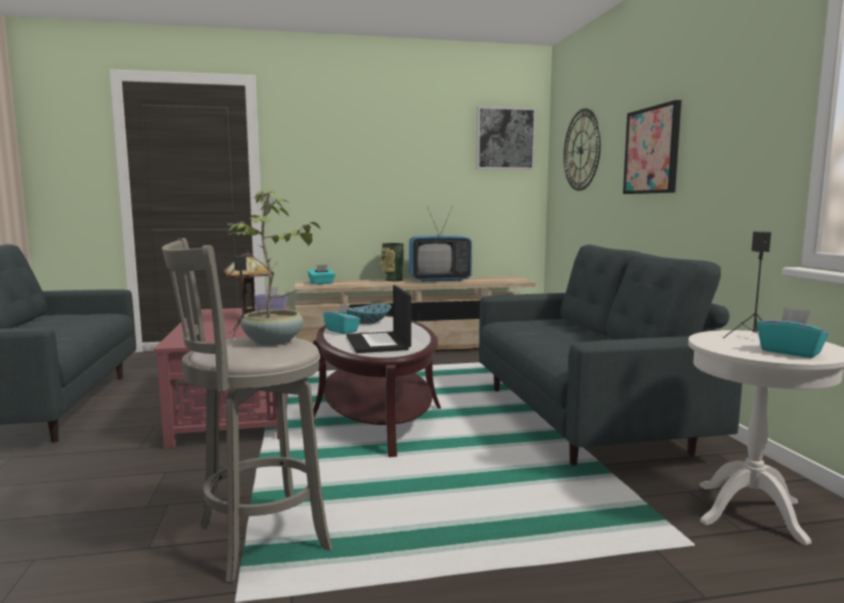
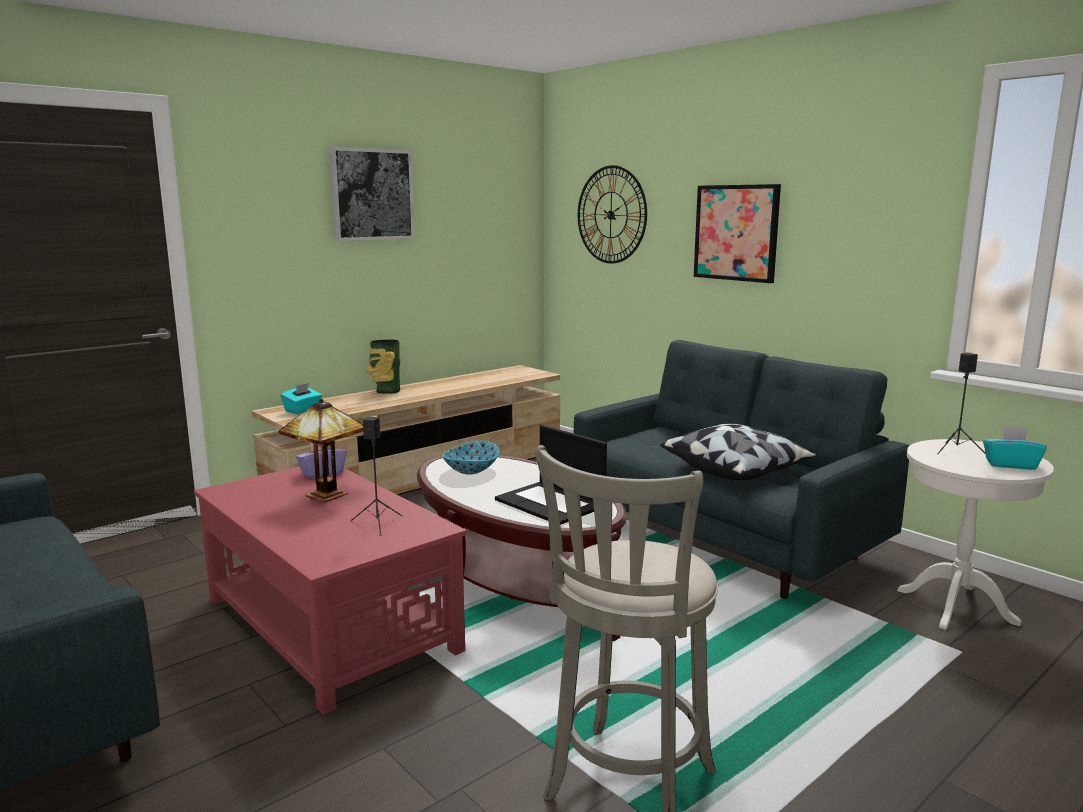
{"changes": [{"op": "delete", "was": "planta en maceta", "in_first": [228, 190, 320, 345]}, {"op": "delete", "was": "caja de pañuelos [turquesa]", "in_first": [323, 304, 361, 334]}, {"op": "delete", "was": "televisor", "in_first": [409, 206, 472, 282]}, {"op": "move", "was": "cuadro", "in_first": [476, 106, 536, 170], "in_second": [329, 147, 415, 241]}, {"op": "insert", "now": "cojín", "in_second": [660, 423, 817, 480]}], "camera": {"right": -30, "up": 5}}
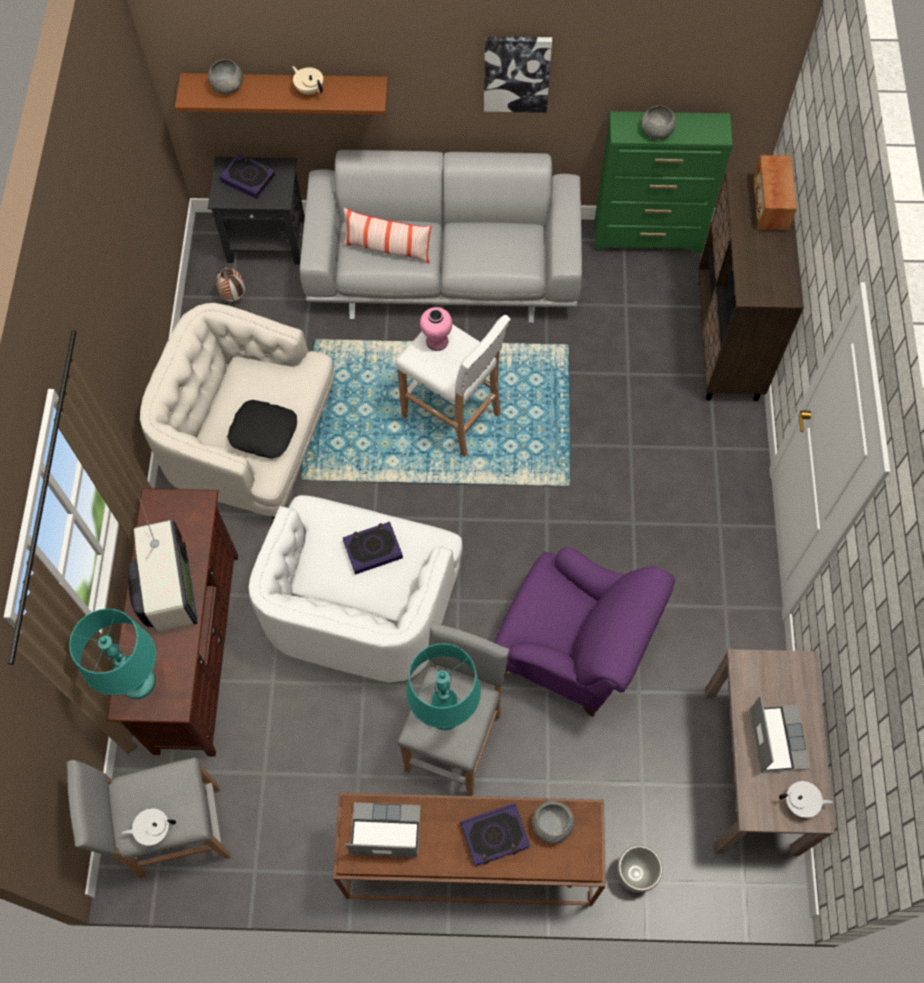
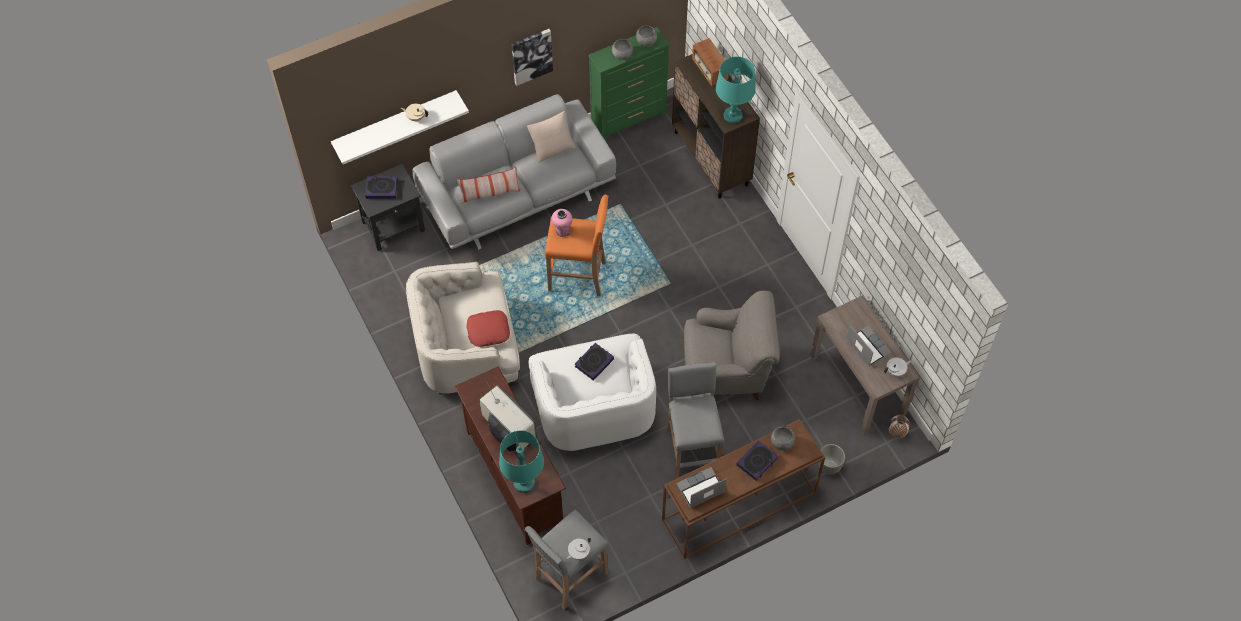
{"changes": [{"op": "recolor", "was": "estante [marrón]", "now": "estante [blanco]", "in_first": [175, 73, 388, 115], "in_second": [331, 90, 469, 164]}, {"op": "move", "was": "cuenco [gris]", "in_first": [208, 59, 243, 94], "in_second": [636, 26, 657, 47]}, {"op": "move", "was": "florero", "in_first": [216, 267, 245, 302], "in_second": [888, 415, 911, 438]}, {"op": "recolor", "was": "cojín [negro]", "now": "cojín [rojo]", "in_first": [227, 400, 297, 459], "in_second": [466, 310, 510, 347]}, {"op": "recolor", "was": "taburete [blanco]", "now": "taburete [naranja]", "in_first": [395, 315, 511, 457], "in_second": [545, 195, 609, 296]}, {"op": "move", "was": "lámpara de mesa [turquesa]", "in_first": [406, 643, 481, 730], "in_second": [716, 57, 756, 123]}, {"op": "recolor", "was": "sillón [morado]", "now": "sillón [gris]", "in_first": [494, 547, 675, 717], "in_second": [684, 291, 780, 400]}, {"op": "insert", "now": "cojín [beis]", "in_second": [527, 111, 576, 163]}], "camera": {"right": -30, "up": -5}}
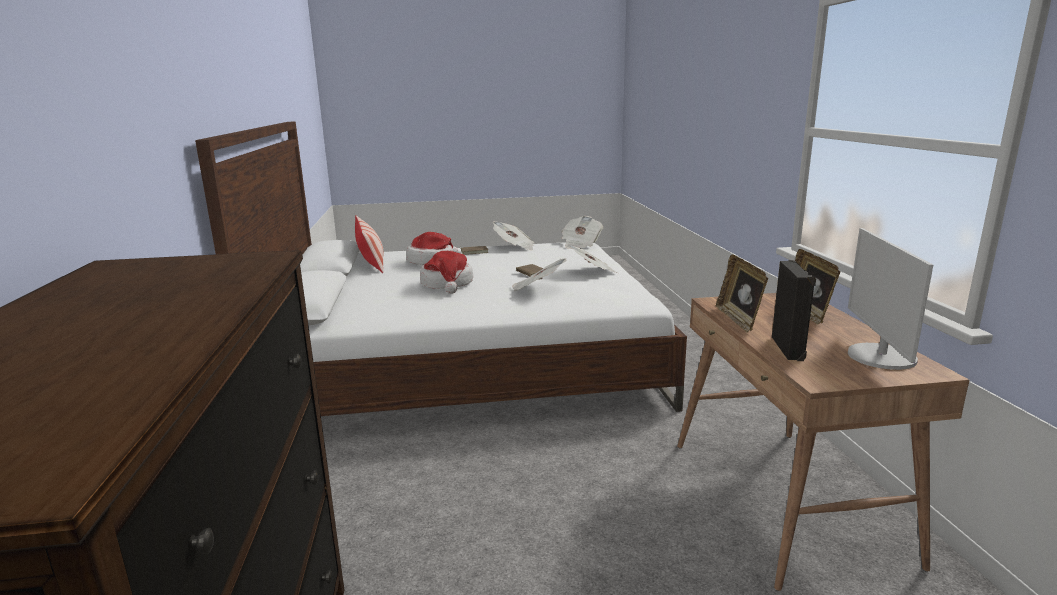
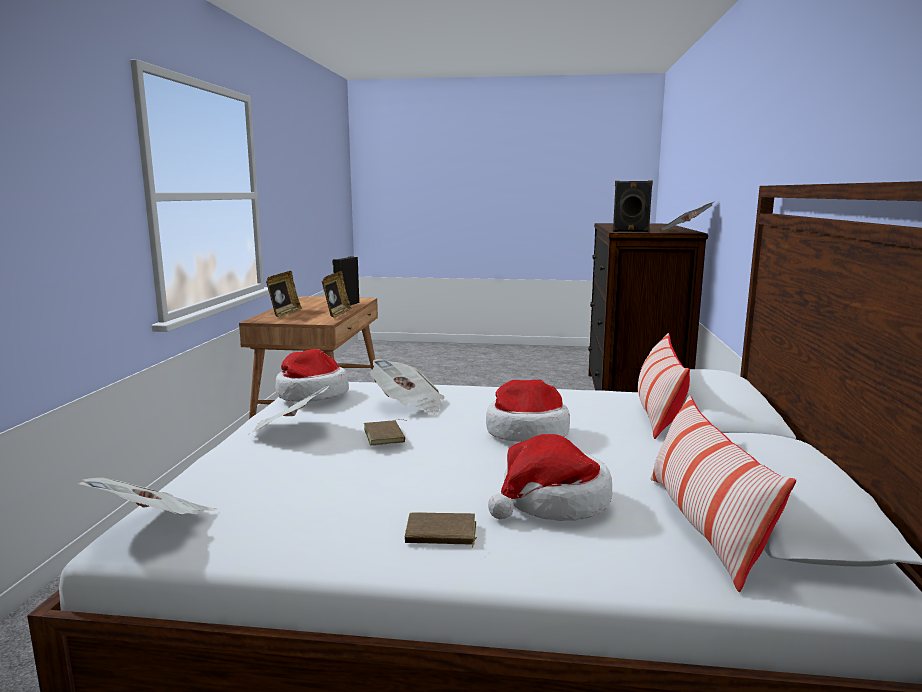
{"changes": [{"op": "move", "was": "periódico", "in_first": [493, 221, 534, 250], "in_second": [661, 201, 715, 231]}, {"op": "delete", "was": "monitor", "in_first": [848, 228, 933, 370]}, {"op": "insert", "now": "sombrero", "in_second": [276, 349, 349, 402]}, {"op": "insert", "now": "altavoz [negro]", "in_second": [612, 181, 653, 232]}, {"op": "insert", "now": "cojín", "in_second": [638, 333, 690, 439]}], "camera": {"right": -165, "up": -5}}
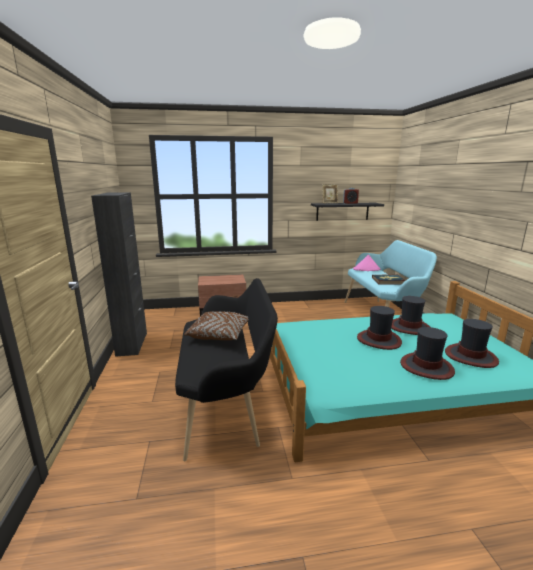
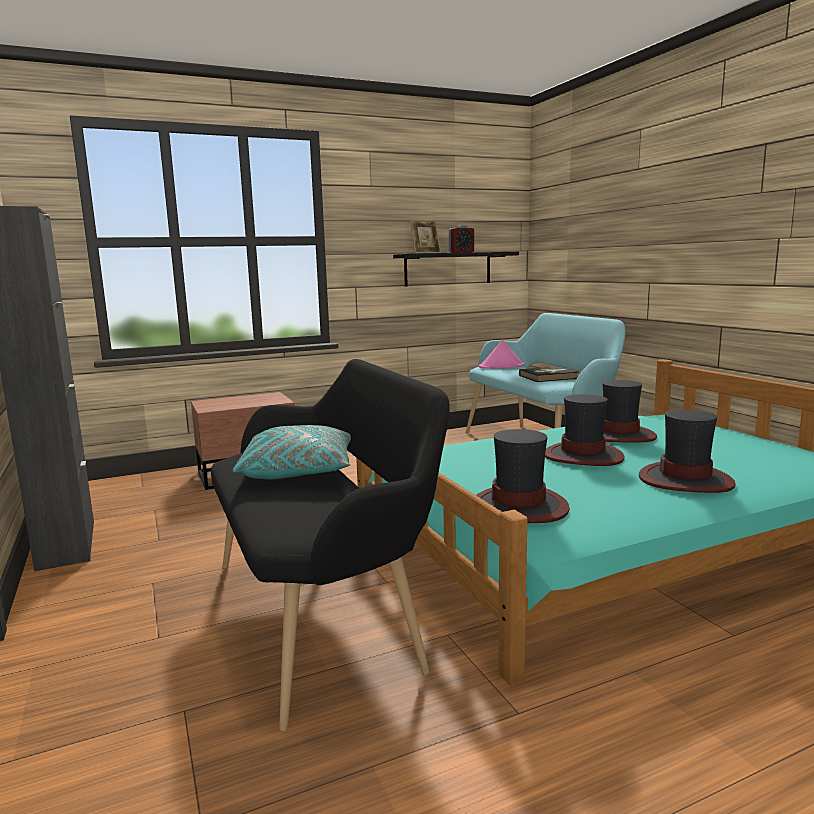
{"changes": [{"op": "recolor", "was": "cojín [marrón]", "now": "cojín [turquesa]", "in_first": [184, 311, 248, 340], "in_second": [233, 425, 351, 480]}, {"op": "move", "was": "sombrero", "in_first": [445, 319, 499, 368], "in_second": [476, 429, 570, 523]}], "camera": {"right": -15, "up": -5}}
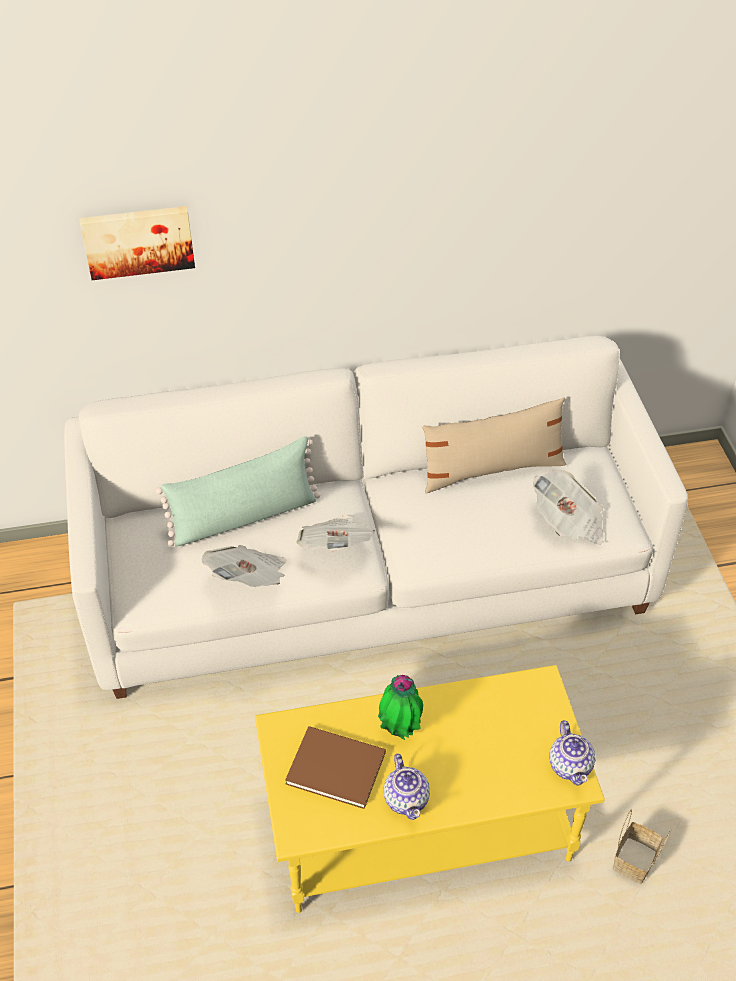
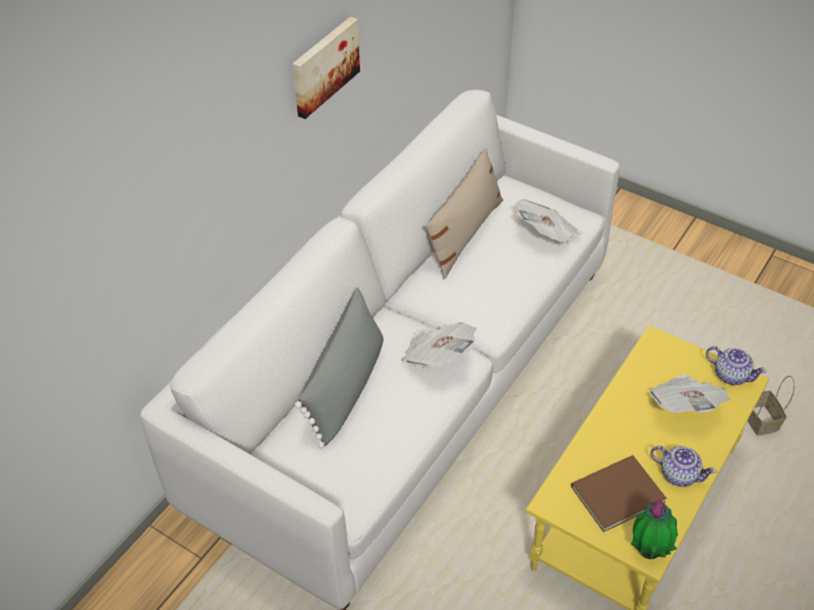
{"changes": [{"op": "move", "was": "cuadro", "in_first": [80, 206, 195, 280], "in_second": [292, 17, 360, 119]}, {"op": "recolor", "was": "cojín [verde]", "now": "cojín [gris]", "in_first": [156, 436, 321, 547], "in_second": [295, 287, 383, 449]}, {"op": "move", "was": "periódico", "in_first": [202, 545, 287, 587], "in_second": [649, 374, 730, 413]}, {"op": "move", "was": "planta en maceta", "in_first": [378, 675, 423, 740], "in_second": [631, 501, 678, 559]}], "camera": {"right": -45, "up": 0}}
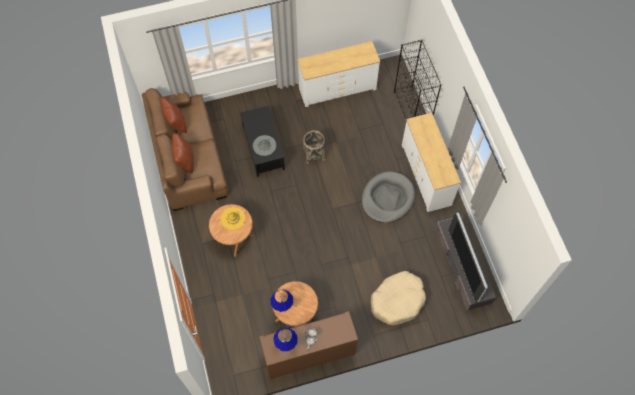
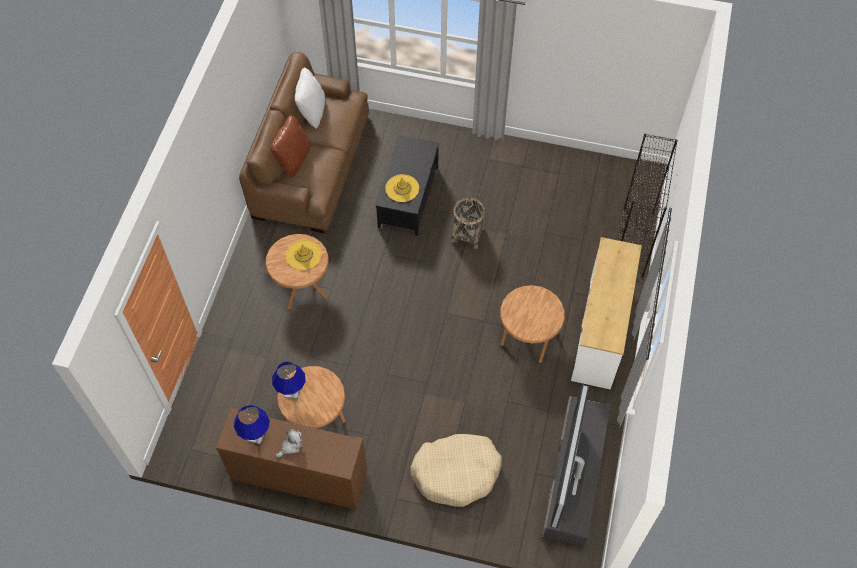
{"changes": [{"op": "recolor", "was": "cojín [marrón]", "now": "cojín [blanco]", "in_first": [160, 98, 187, 133], "in_second": [295, 67, 325, 129]}, {"op": "recolor", "was": "sombrero [gris]", "now": "sombrero [amarillo]", "in_first": [253, 135, 276, 156], "in_second": [385, 174, 419, 202]}, {"op": "delete", "was": "cómoda [blanco]", "in_first": [297, 41, 380, 107]}, {"op": "replace", "was": "cama para perro [gris]", "now": "mesa auxiliar [marrón]", "in_first": [362, 171, 415, 223], "in_second": [500, 285, 565, 363]}], "camera": {"right": 30, "up": -5}}
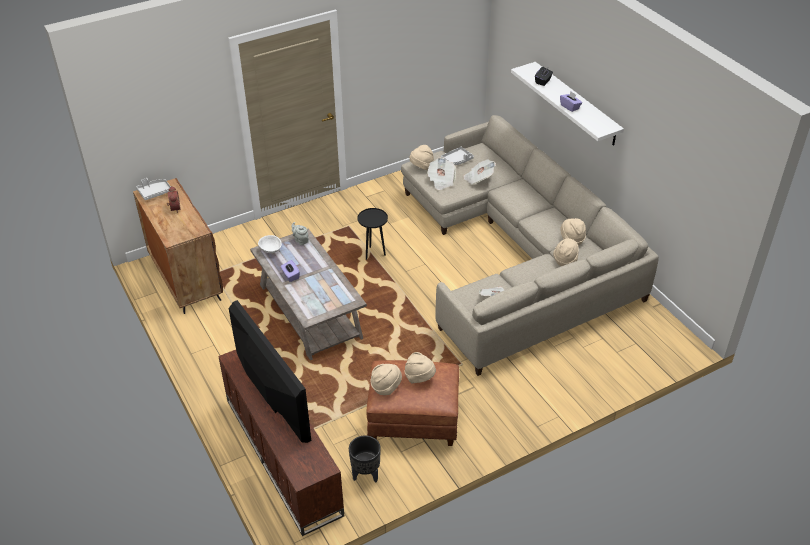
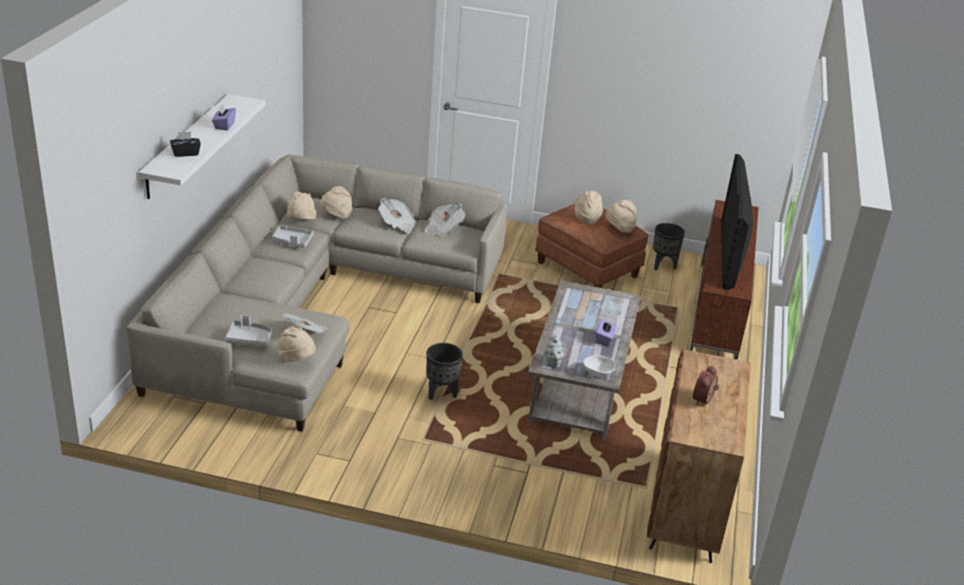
{"changes": [{"op": "move", "was": "bandeja [gris]", "in_first": [136, 178, 171, 200], "in_second": [272, 225, 314, 248]}, {"op": "replace", "was": "mesa auxiliar [negro]", "now": "maceta [negro]", "in_first": [357, 208, 388, 260], "in_second": [426, 343, 463, 400]}, {"op": "move", "was": "periódico", "in_first": [463, 159, 496, 185], "in_second": [378, 198, 417, 234]}], "camera": {"right": -140, "up": -10}}
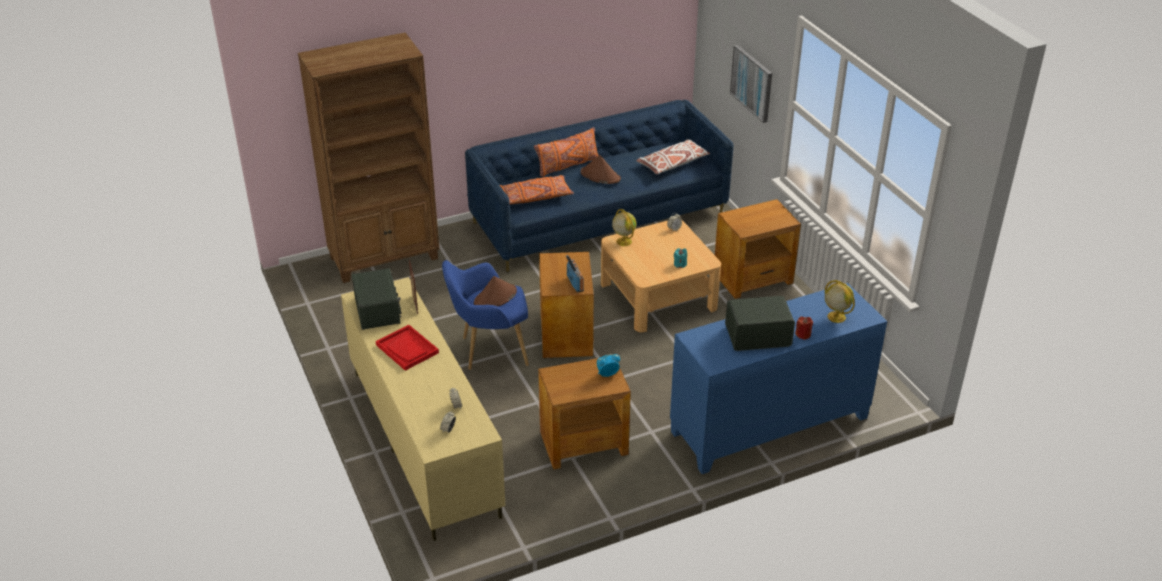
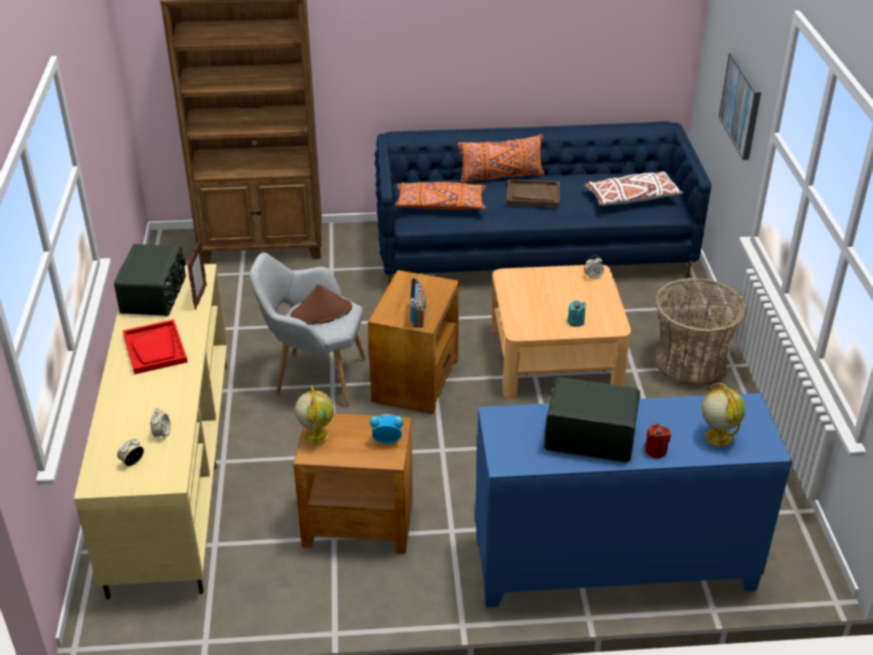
{"changes": [{"op": "recolor", "was": "sillón [azul]", "now": "sillón [gris]", "in_first": [442, 260, 529, 370], "in_second": [249, 253, 366, 407]}, {"op": "replace", "was": "sombrero [marrón]", "now": "bandeja [marrón]", "in_first": [581, 155, 621, 184], "in_second": [506, 179, 560, 207]}, {"op": "move", "was": "globo terráqueo", "in_first": [612, 209, 636, 246], "in_second": [295, 386, 334, 445]}, {"op": "replace", "was": "mesa auxiliar [marrón]", "now": "cesta", "in_first": [715, 199, 801, 299], "in_second": [655, 278, 747, 387]}], "camera": {"right": 20, "up": 0}}
